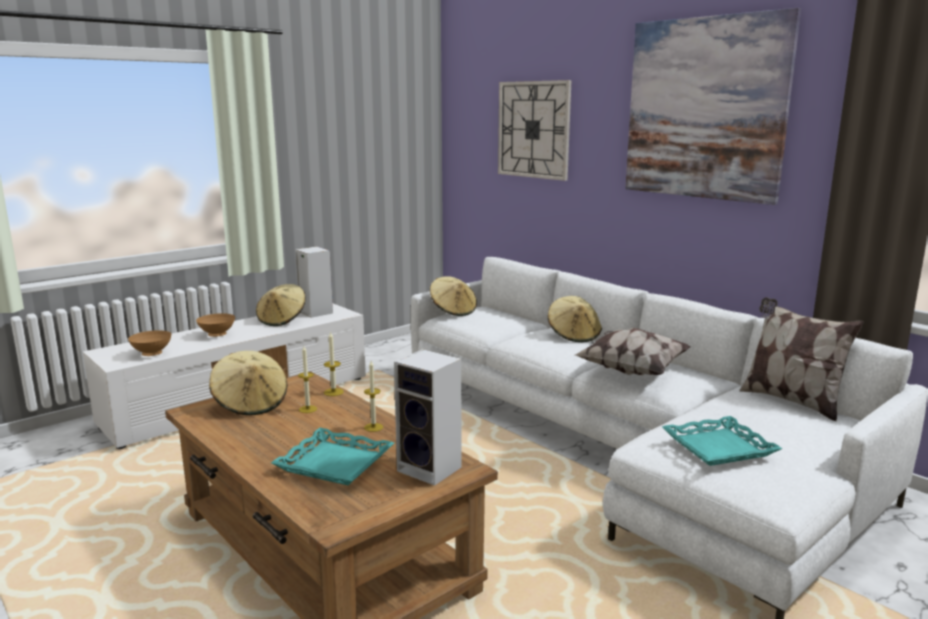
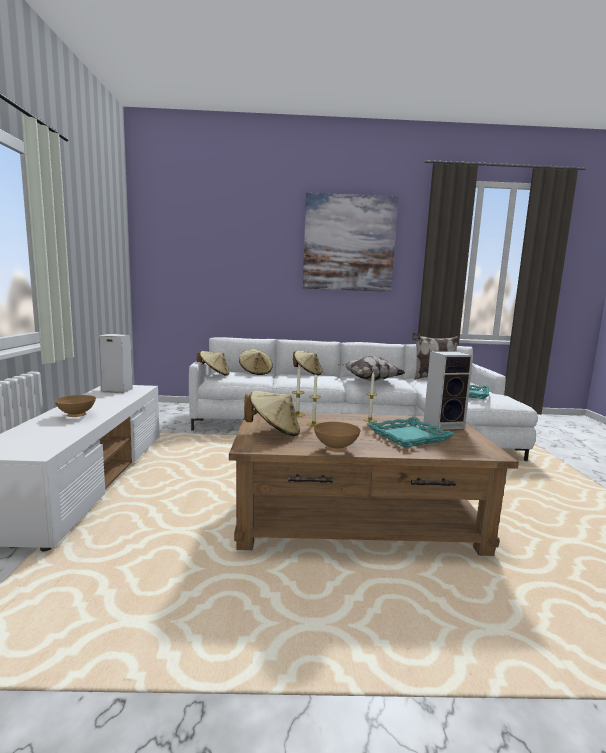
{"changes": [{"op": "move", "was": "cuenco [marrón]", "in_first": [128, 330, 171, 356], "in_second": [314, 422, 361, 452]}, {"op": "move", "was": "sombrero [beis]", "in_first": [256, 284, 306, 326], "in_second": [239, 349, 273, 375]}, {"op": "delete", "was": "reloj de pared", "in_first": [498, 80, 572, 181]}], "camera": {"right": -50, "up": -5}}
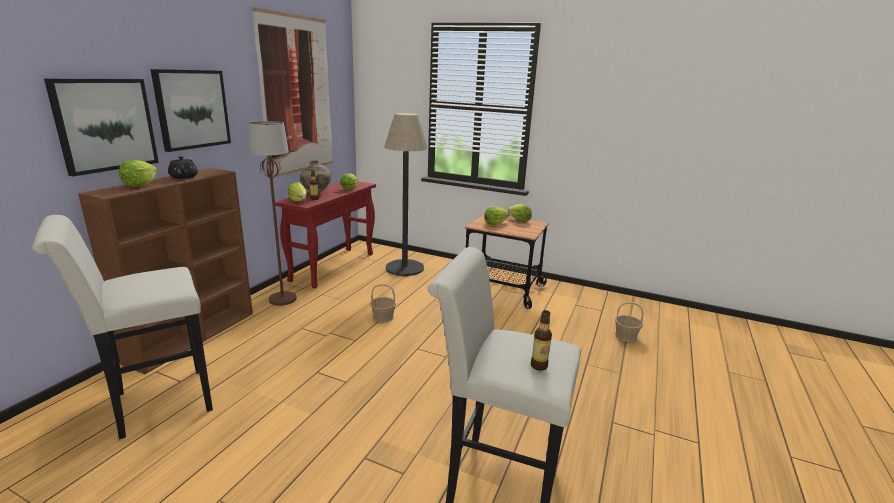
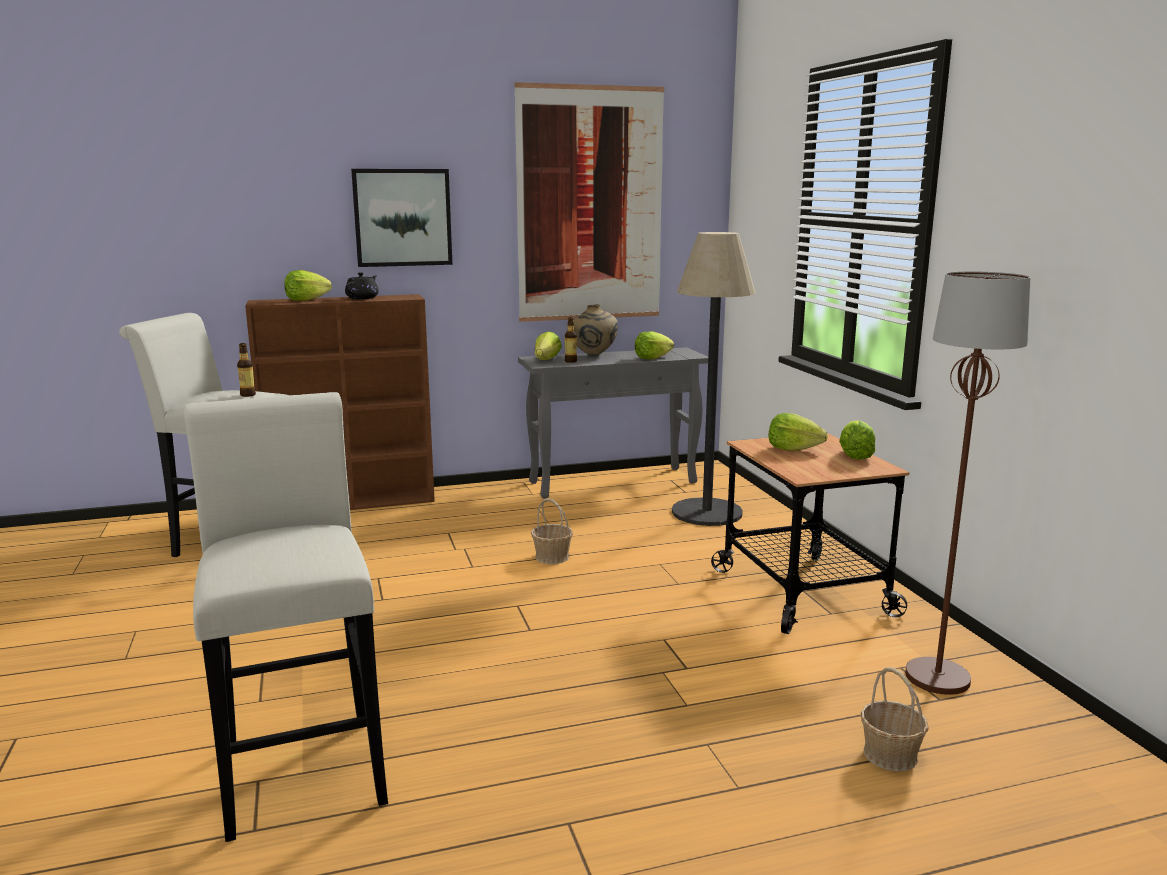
{"changes": [{"op": "delete", "was": "cuadro", "in_first": [44, 79, 159, 176]}, {"op": "move", "was": "lámpara de pie [marrón]", "in_first": [248, 121, 297, 306], "in_second": [905, 271, 1031, 695]}, {"op": "recolor", "was": "mesa consola [rojo]", "now": "mesa consola [gris]", "in_first": [275, 181, 376, 289], "in_second": [518, 347, 708, 499]}, {"op": "move", "was": "botella", "in_first": [531, 310, 552, 371], "in_second": [237, 343, 256, 397]}], "camera": {"right": 50, "up": -5}}
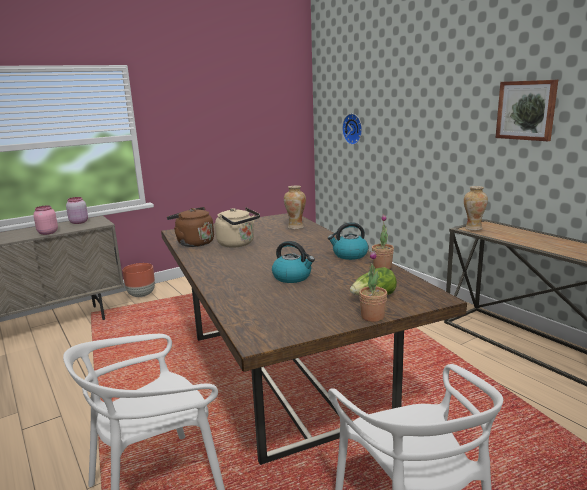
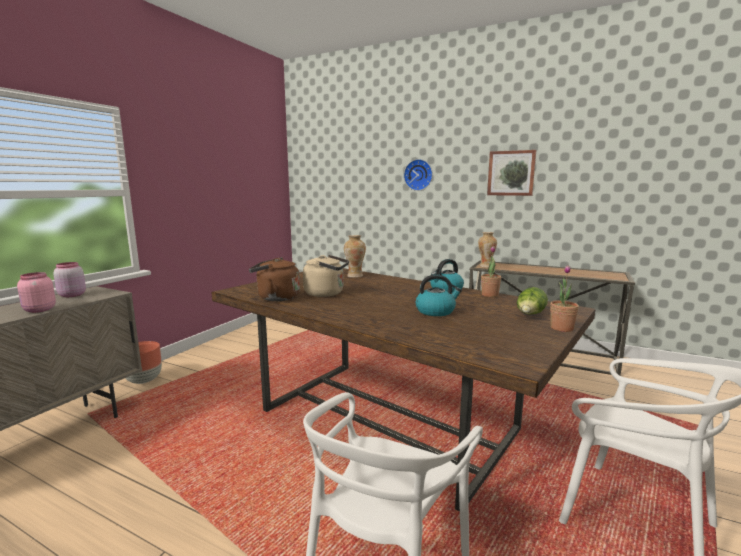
{"changes": [{"op": "move", "was": "reloj de pared", "in_first": [342, 114, 362, 145], "in_second": [404, 159, 433, 191]}], "camera": {"right": -30, "up": -5}}
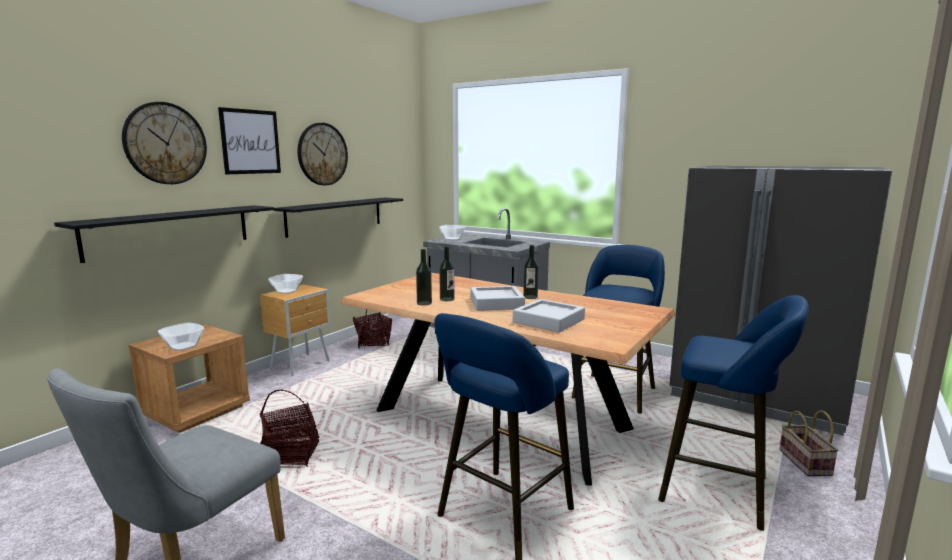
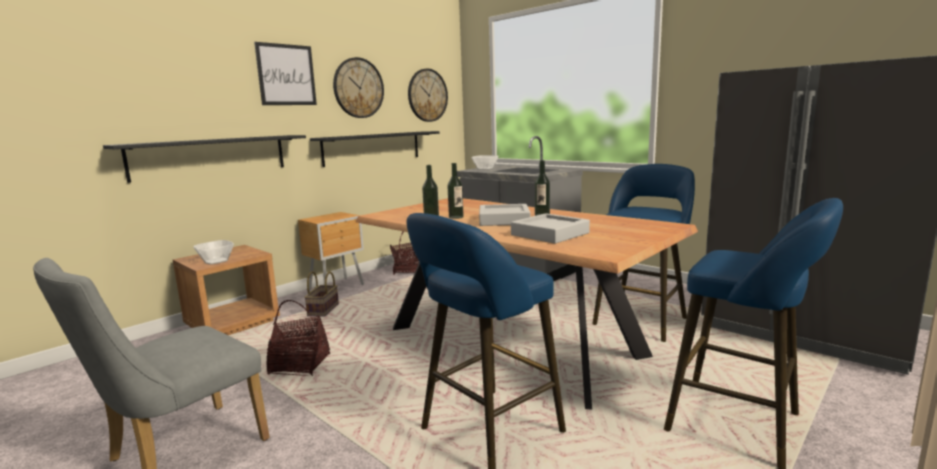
{"changes": [{"op": "move", "was": "reloj de pared", "in_first": [122, 102, 207, 184], "in_second": [408, 69, 448, 122]}, {"op": "delete", "was": "cuenco", "in_first": [268, 274, 303, 294]}, {"op": "move", "was": "cesta", "in_first": [779, 410, 838, 476], "in_second": [304, 271, 339, 317]}], "camera": {"right": 10, "up": 0}}
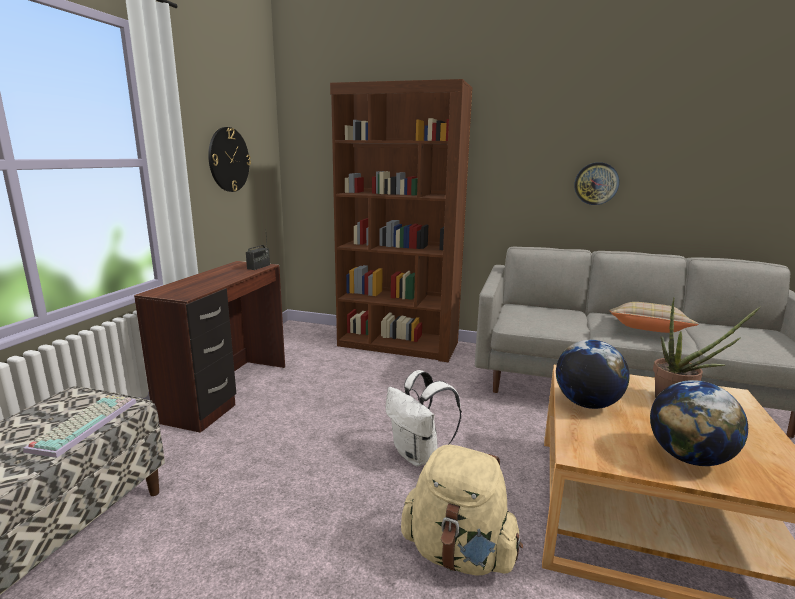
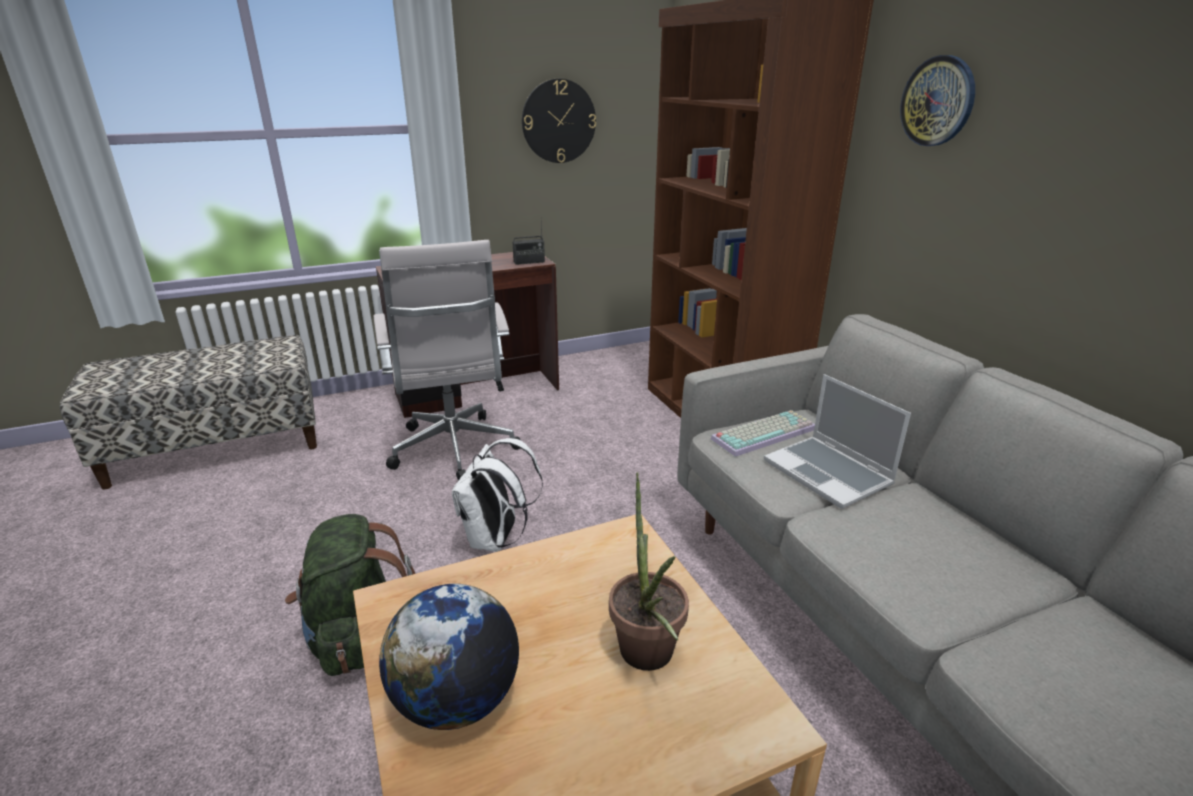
{"changes": [{"op": "move", "was": "teclado", "in_first": [23, 395, 137, 458], "in_second": [711, 410, 815, 457]}, {"op": "recolor", "was": "mochila [beis]", "now": "mochila [verde]", "in_first": [401, 444, 523, 576], "in_second": [285, 514, 415, 676]}, {"op": "delete", "was": "globo terráqueo", "in_first": [556, 340, 630, 409]}, {"op": "move", "was": "reloj de pared", "in_first": [574, 162, 619, 205], "in_second": [900, 55, 975, 146]}, {"op": "delete", "was": "cojín [beis]", "in_first": [609, 302, 699, 333]}, {"op": "insert", "now": "silla de oficina [blanco]", "in_second": [374, 240, 521, 481]}, {"op": "insert", "now": "portátil", "in_second": [764, 374, 911, 509]}], "camera": {"right": 50, "up": 10}}
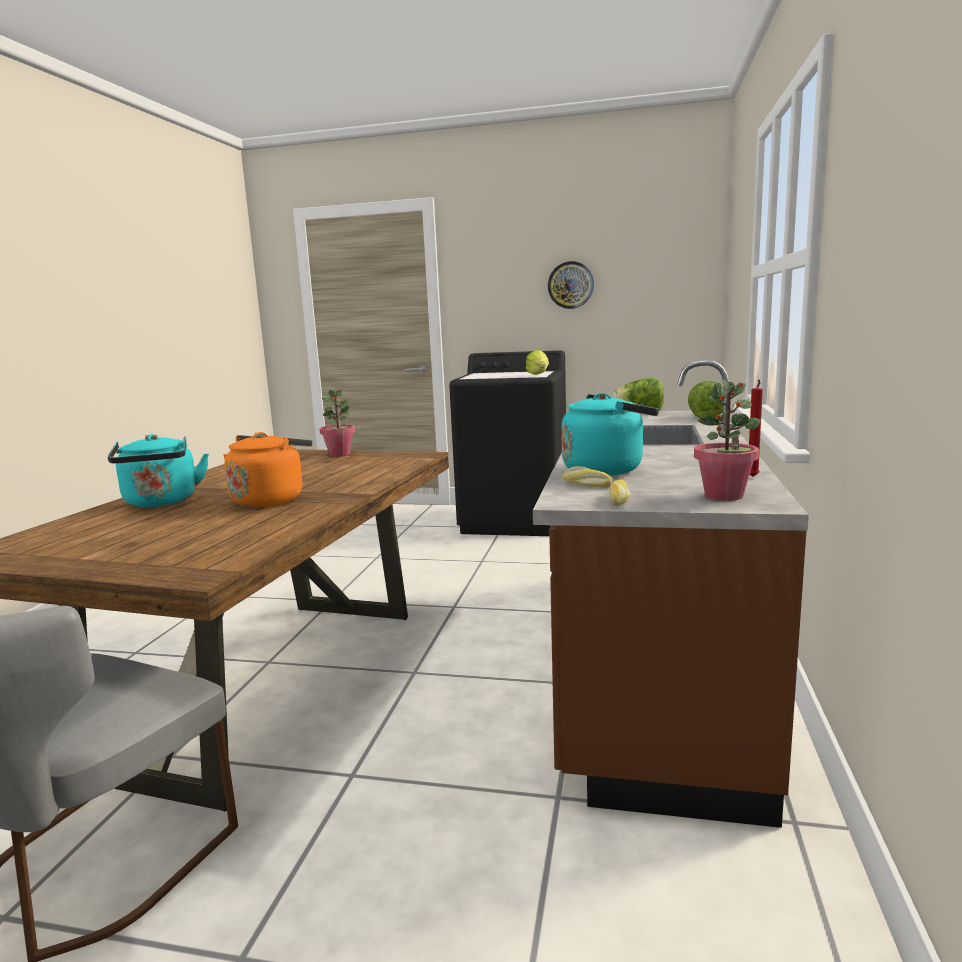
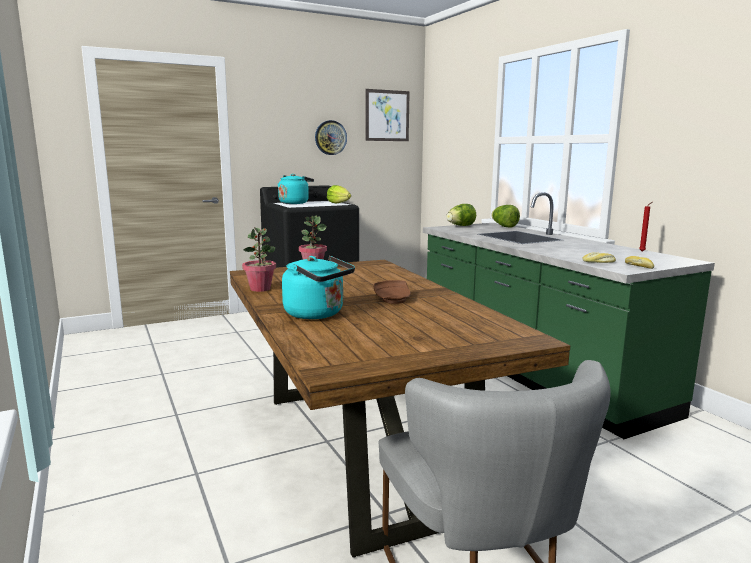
{"changes": [{"op": "replace", "was": "hervidor [naranja]", "now": "plato [marrón]", "in_first": [223, 432, 312, 507], "in_second": [374, 280, 411, 304]}, {"op": "recolor", "was": "mueble bajo de cocina [marrón]", "now": "mueble bajo de cocina [verde]", "in_first": [533, 360, 809, 828], "in_second": [423, 192, 715, 439]}, {"op": "move", "was": "hervidor [turquesa]", "in_first": [561, 393, 659, 476], "in_second": [278, 174, 314, 204]}, {"op": "move", "was": "planta en maceta", "in_first": [694, 380, 760, 501], "in_second": [242, 227, 276, 292]}, {"op": "insert", "now": "cuadro", "in_second": [365, 89, 410, 141]}], "camera": {"right": -40, "up": 0}}
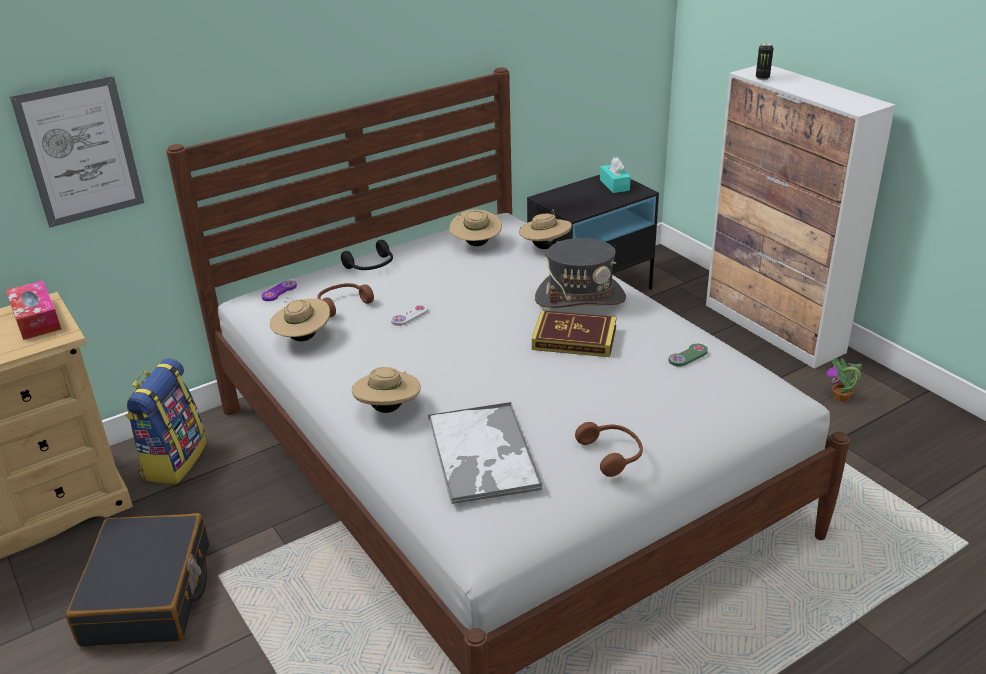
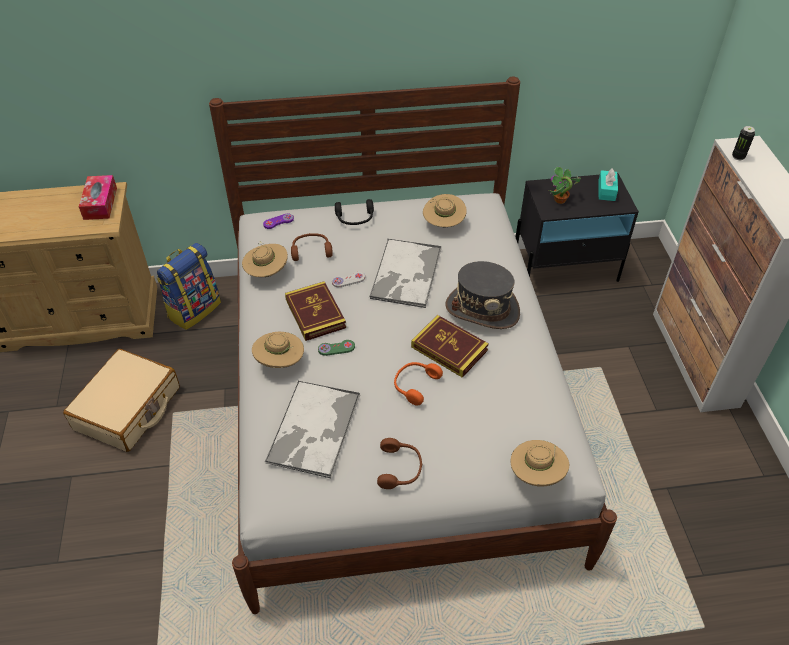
{"changes": [{"op": "delete", "was": "cuadro", "in_first": [10, 76, 144, 228]}, {"op": "recolor", "was": "maleta [negro]", "now": "maleta [beis]", "in_first": [66, 513, 209, 647], "in_second": [63, 349, 180, 452]}, {"op": "move", "was": "sombrero [beis]", "in_first": [519, 209, 572, 249], "in_second": [510, 440, 569, 487]}, {"op": "move", "was": "mando de consola [verde]", "in_first": [669, 344, 708, 367], "in_second": [318, 340, 355, 356]}, {"op": "move", "was": "planta en maceta", "in_first": [826, 358, 862, 402], "in_second": [548, 167, 581, 204]}, {"op": "insert", "now": "libro", "in_second": [285, 281, 346, 341]}, {"op": "insert", "now": "bandeja", "in_second": [369, 239, 442, 308]}, {"op": "insert", "now": "auriculares [naranja]", "in_second": [394, 362, 443, 406]}], "camera": {"right": 25, "up": 15}}
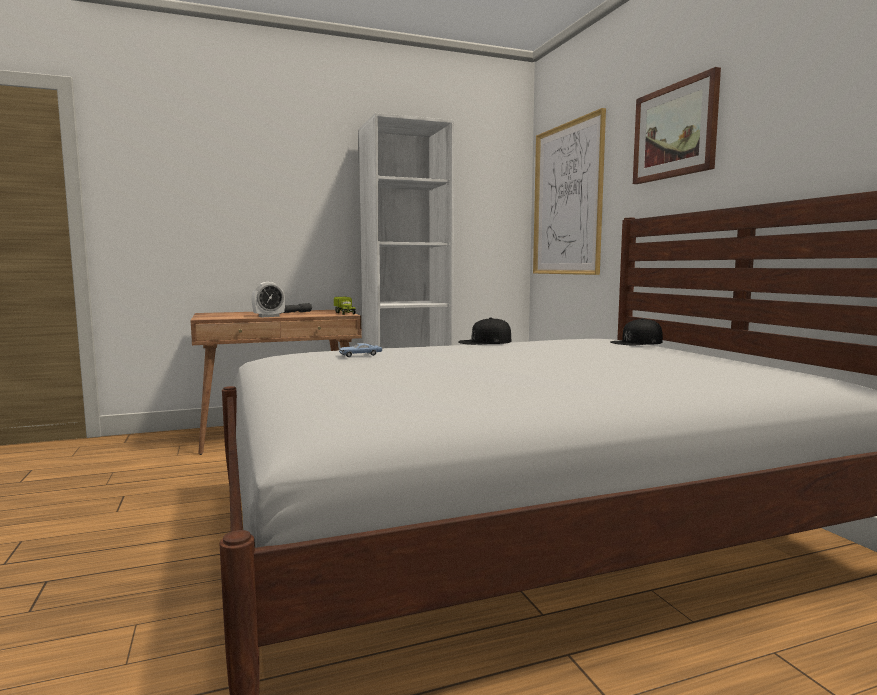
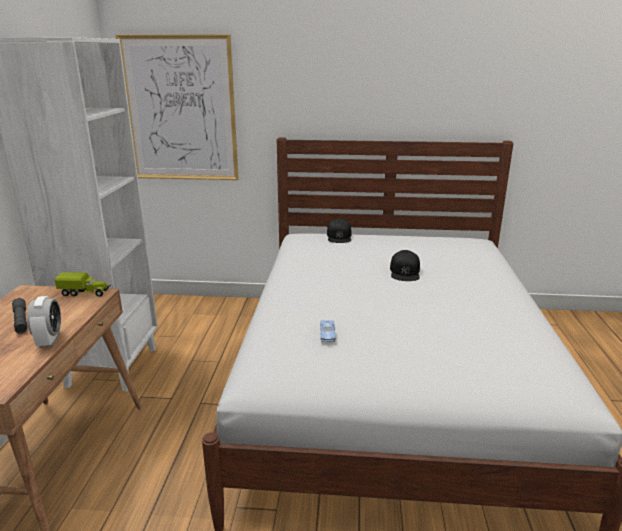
{"changes": [{"op": "move", "was": "gorra [negro]", "in_first": [458, 318, 511, 345], "in_second": [390, 250, 420, 281]}, {"op": "delete", "was": "cuadro", "in_first": [633, 67, 721, 184]}], "camera": {"right": -65, "up": 15}}
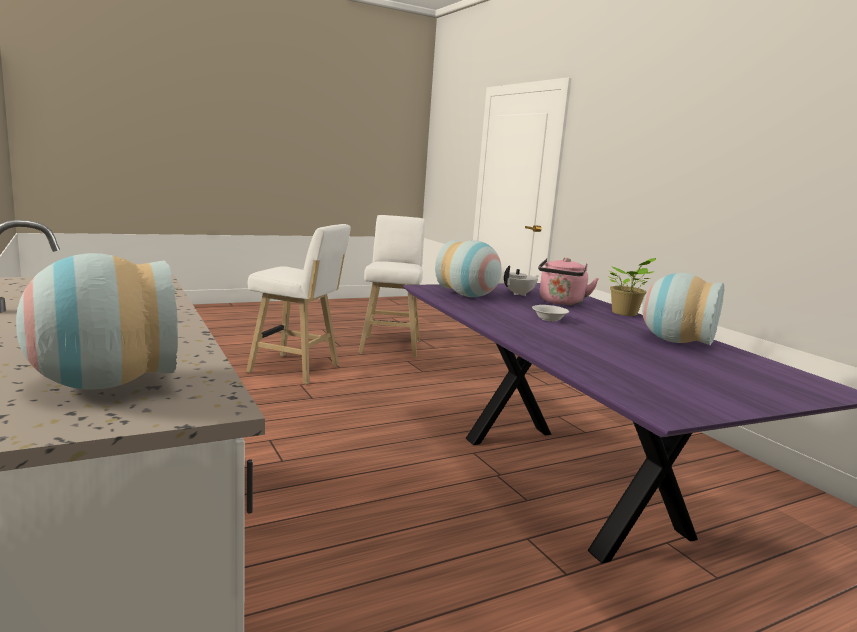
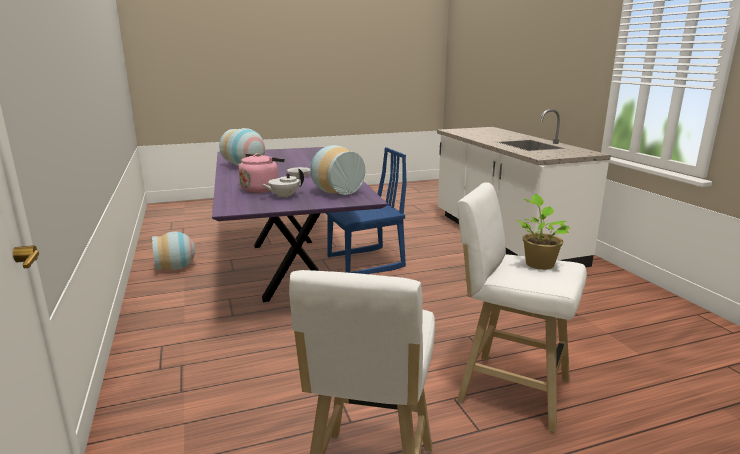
{"changes": [{"op": "move", "was": "florero", "in_first": [16, 253, 178, 390], "in_second": [152, 231, 195, 270]}, {"op": "move", "was": "planta en maceta", "in_first": [607, 258, 656, 316], "in_second": [516, 194, 571, 270]}, {"op": "insert", "now": "silla [azul]", "in_second": [326, 147, 407, 274]}], "camera": {"right": -170, "up": 5}}
